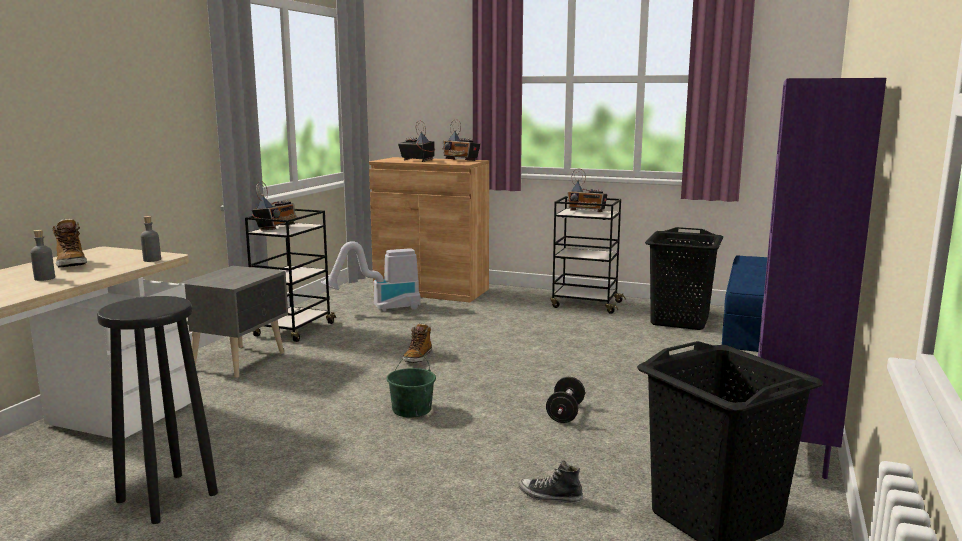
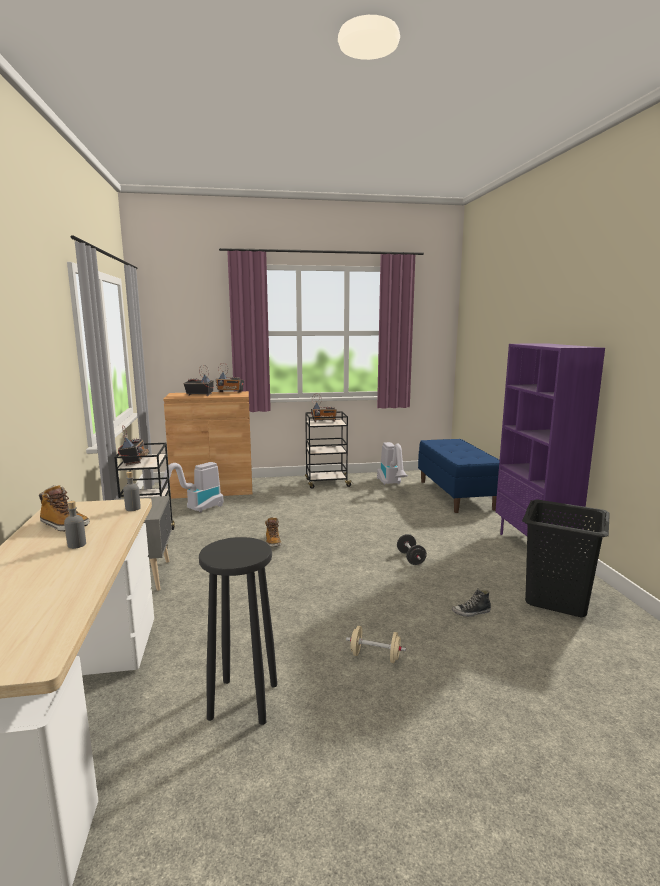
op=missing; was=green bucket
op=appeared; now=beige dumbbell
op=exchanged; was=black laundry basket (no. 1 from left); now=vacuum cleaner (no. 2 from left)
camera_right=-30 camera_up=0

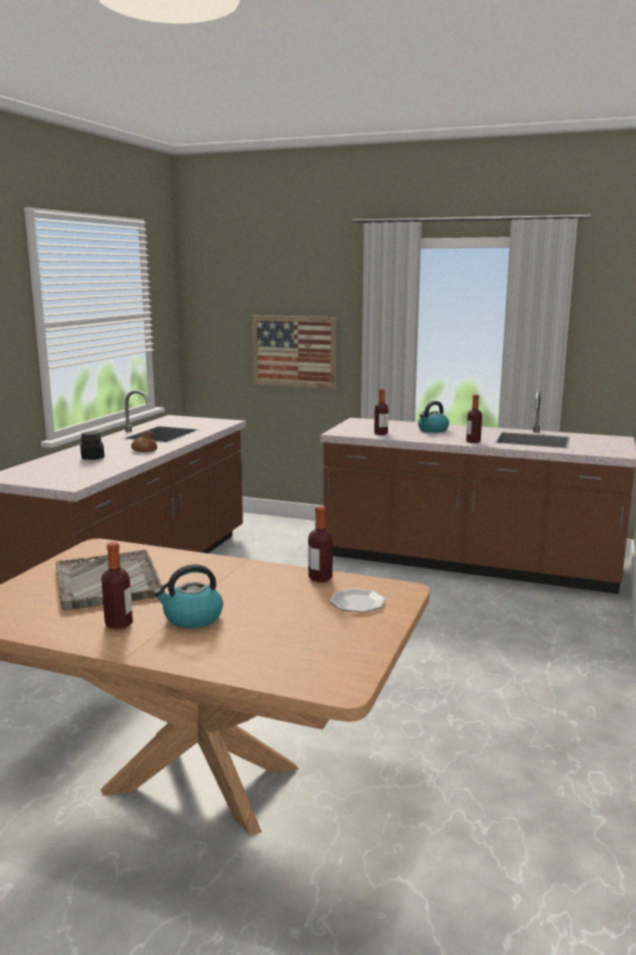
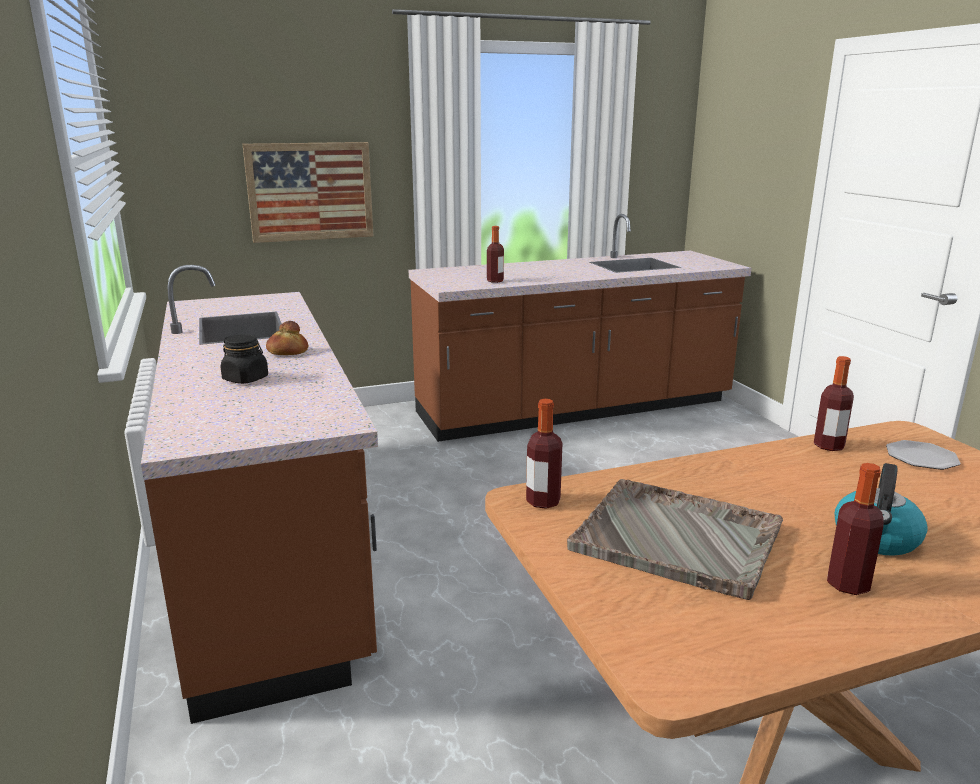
op=missing; was=kettle (no. 2 from left)
op=relocated; was=bottle (no. 4 from left in the first image); now=bottle (no. 2 from left)
camera_right=-40 camera_up=5

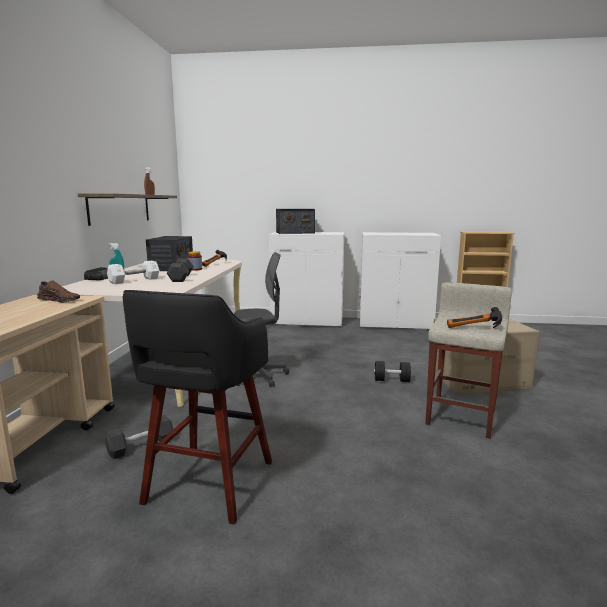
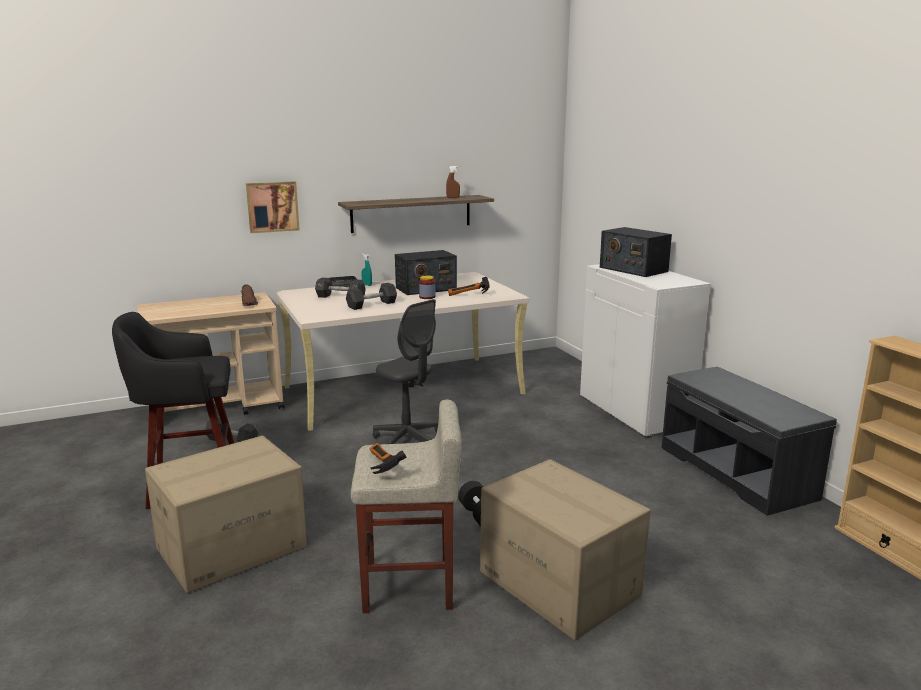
op=appeared; now=cardboard box (no. 1 from left)
op=appeared; now=picture
op=exchanged; was=white cabinet (no. 2 from left); now=grey bench
op=colour; was=white dumbbell; now=black dumbbell (no. 2 from left)
camera_right=60 camera_up=5

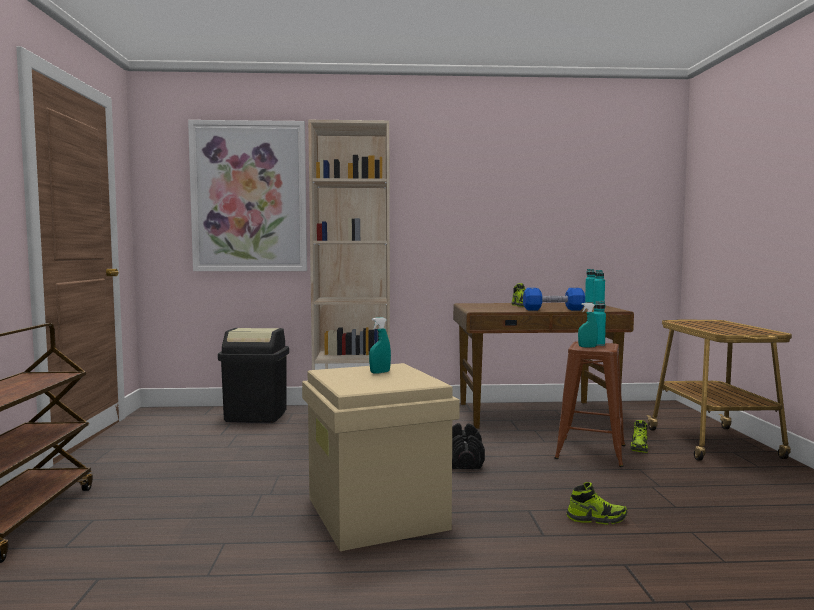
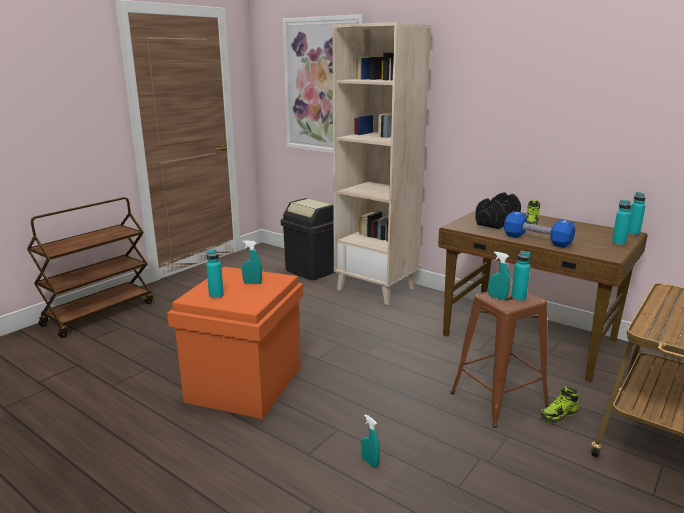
op=appeared; now=turquoise bottle (no. 1 from left)
op=relocated; was=black dumbbell
op=exchanged; was=shoe (no. 2 from left); now=turquoise spray bottle (no. 2 from left)
op=colour; was=beige storage box; now=orange storage box
camera_right=40 camera_up=15

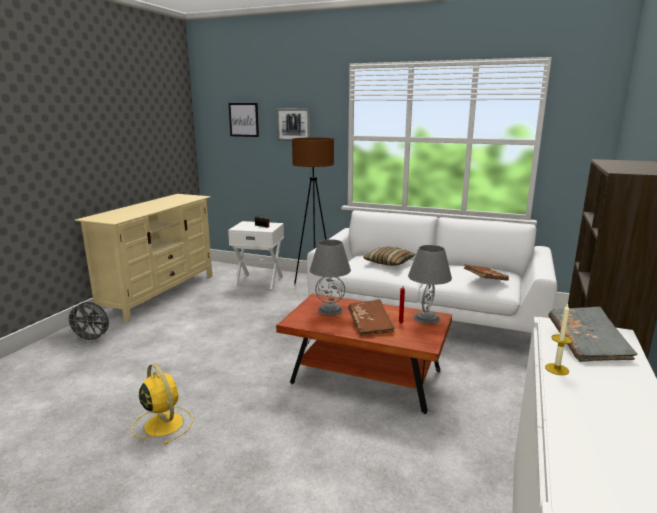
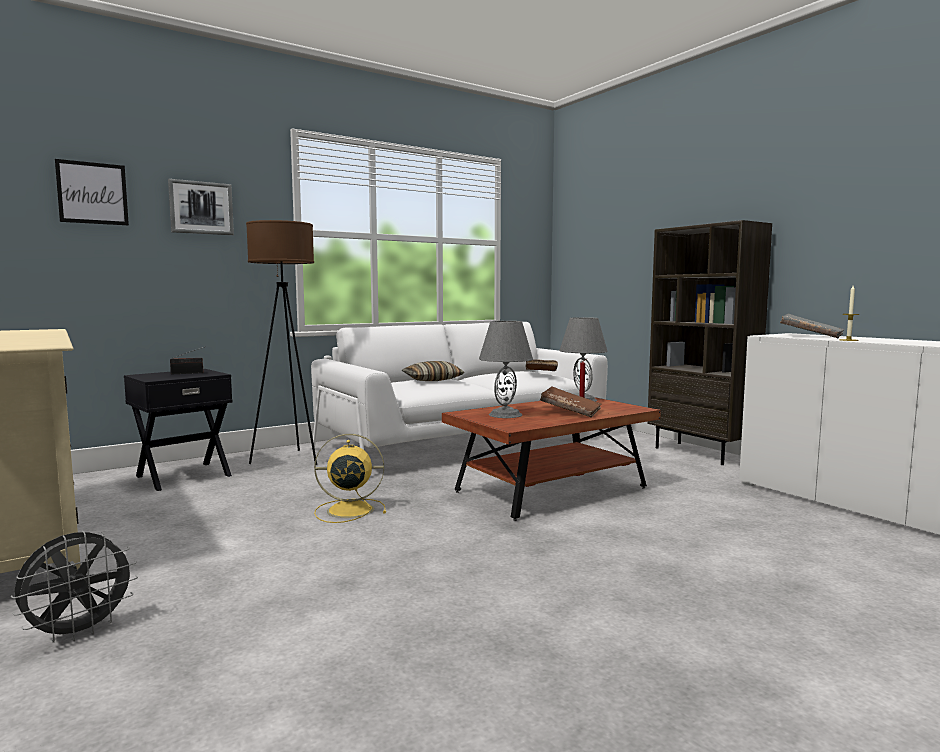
op=relocated; was=yellow fan
op=colour; was=white side table; now=black side table
camera_right=-55 camera_up=-10

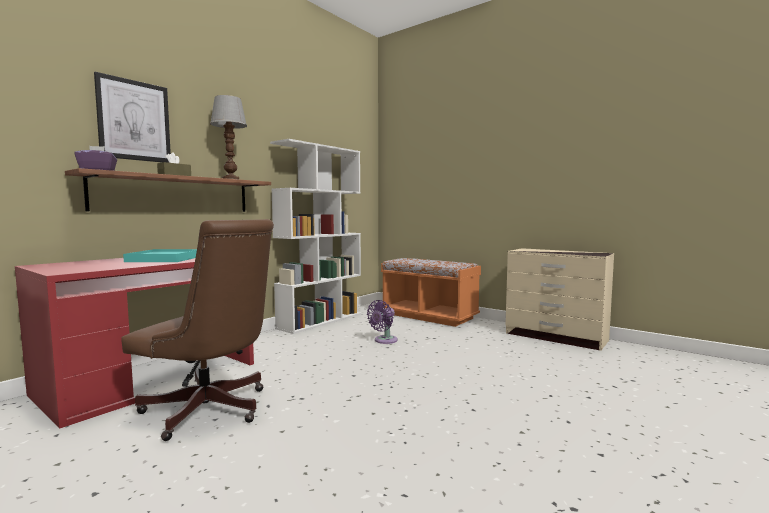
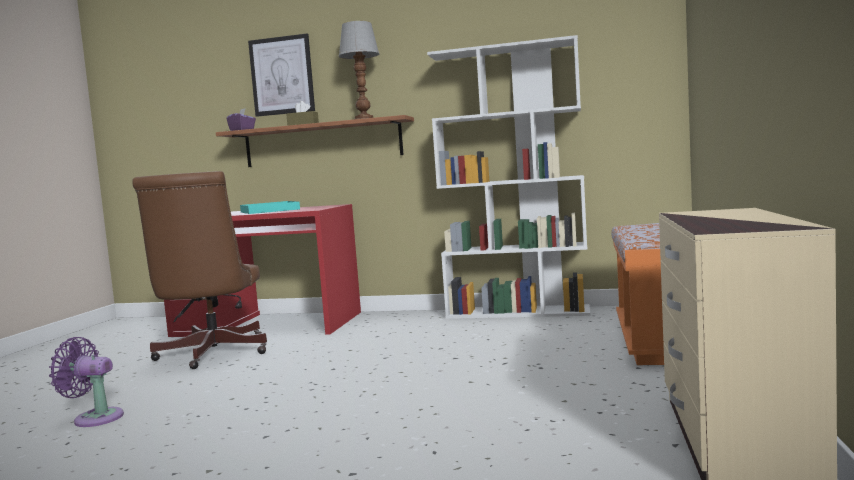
op=relocated; was=purple fan
camera_right=65 camera_up=0

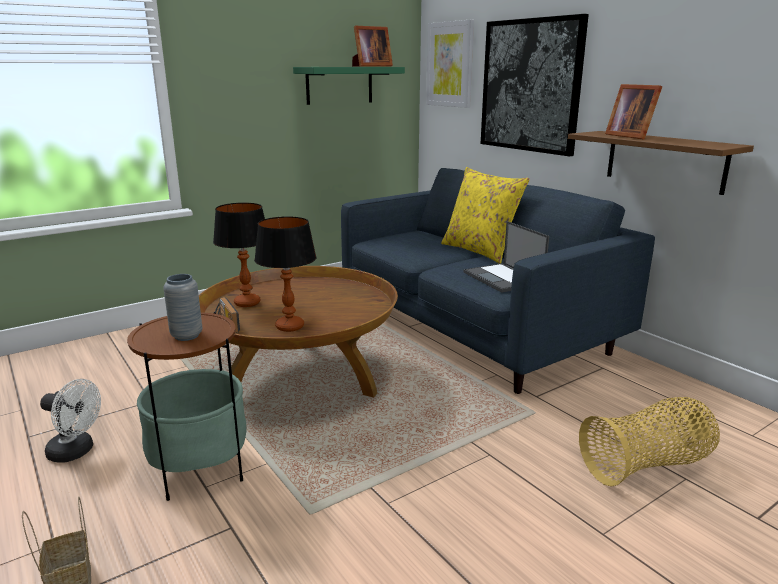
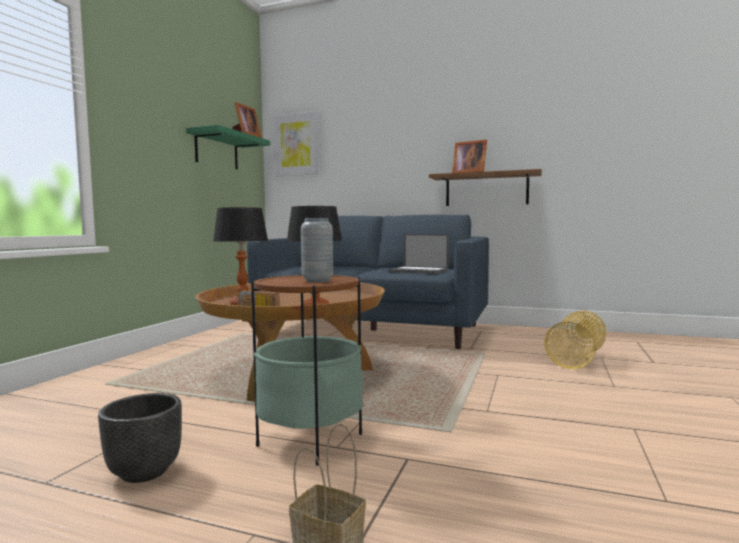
op=missing; was=yellow pillow
op=missing; was=picture (no. 2 from left)
op=exchanged; was=white fan; now=black planter
camera_right=-35 camera_up=-15

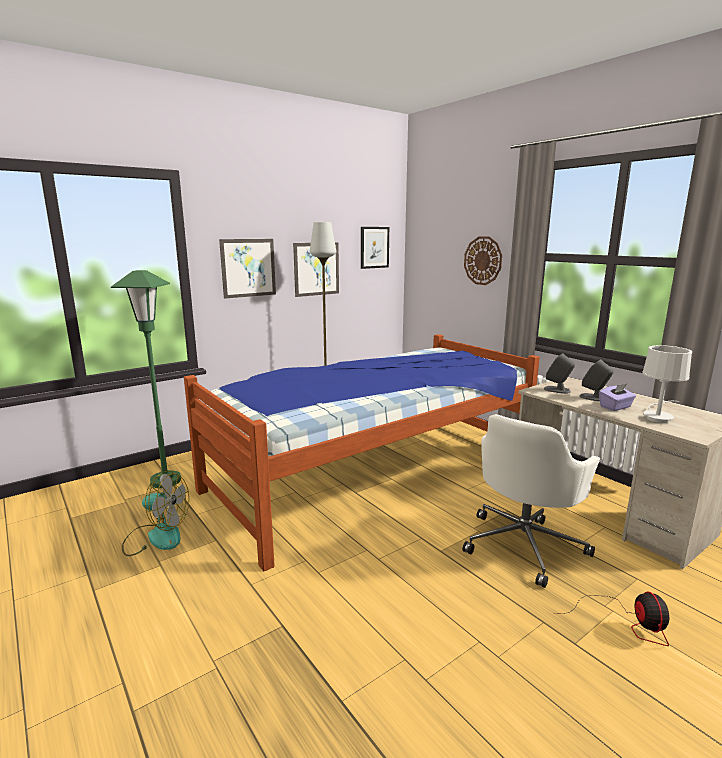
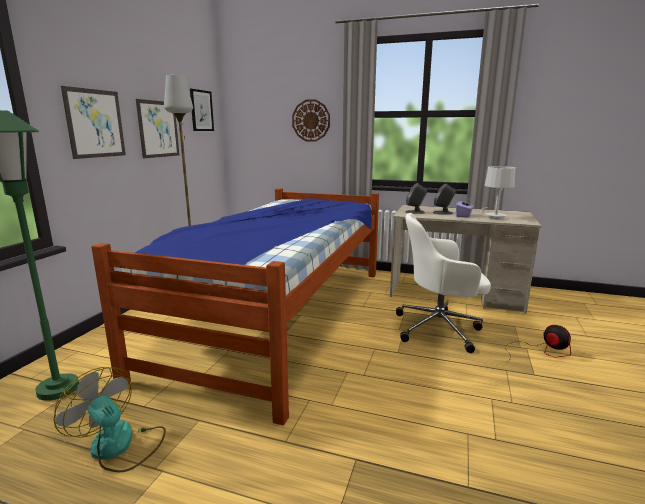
op=spun; was=fan (no. 1 from left); clockwise=-120
op=spun; was=white office chair; clockwise=90
camera_right=-35 camera_up=0

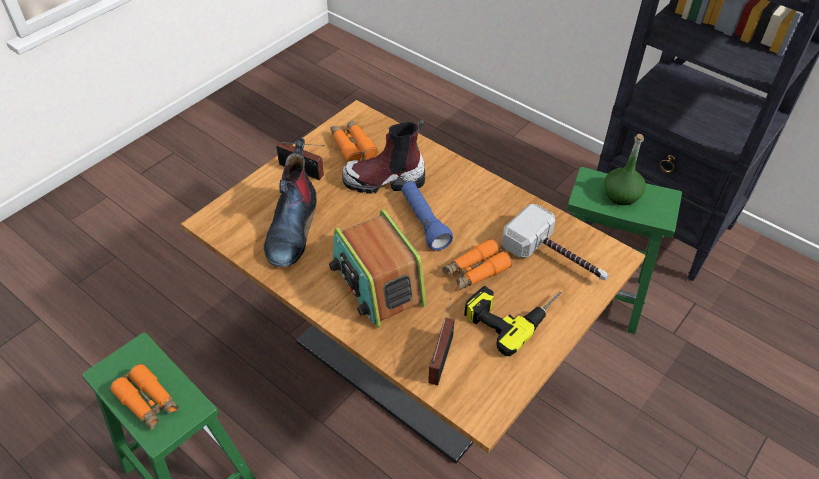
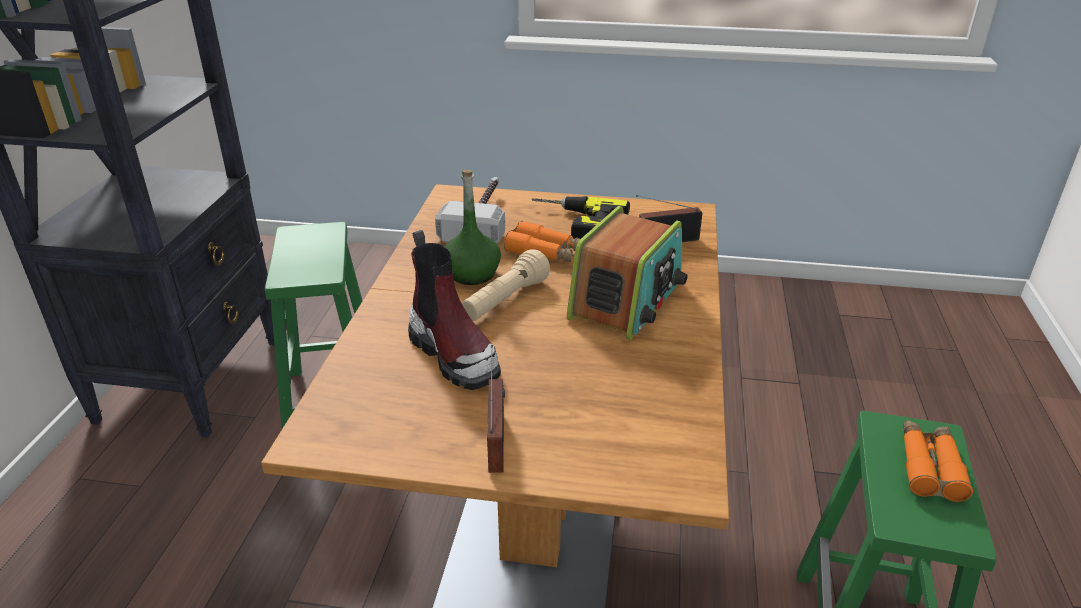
op=missing; was=boot (no. 1 from left)
op=missing; was=orange binoculars (no. 2 from left)
op=relocated; was=green bottle
op=colour; was=blue flashlight; now=beige flashlight
camera_right=-120 camera_up=-15

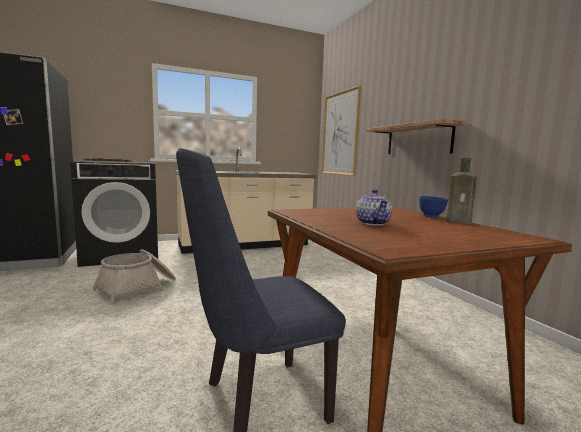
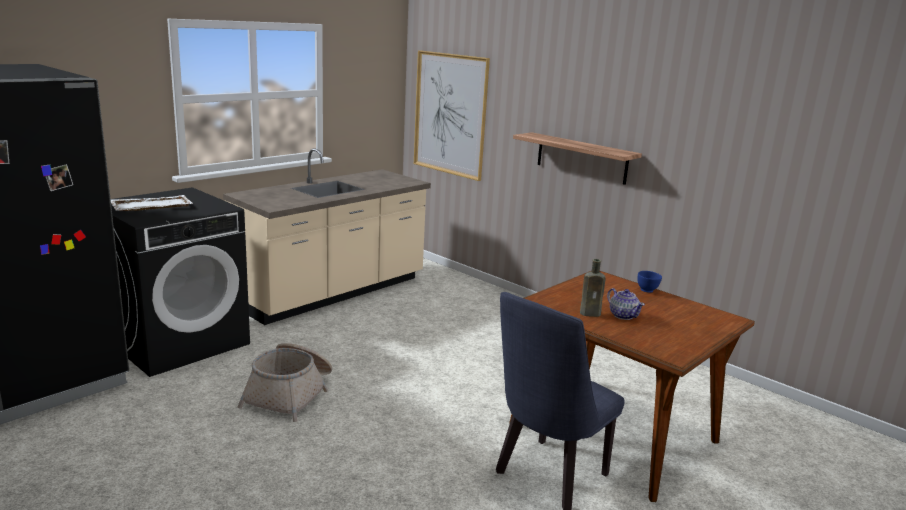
op=relocated; was=brown bottle
camera_right=-25 camera_up=10

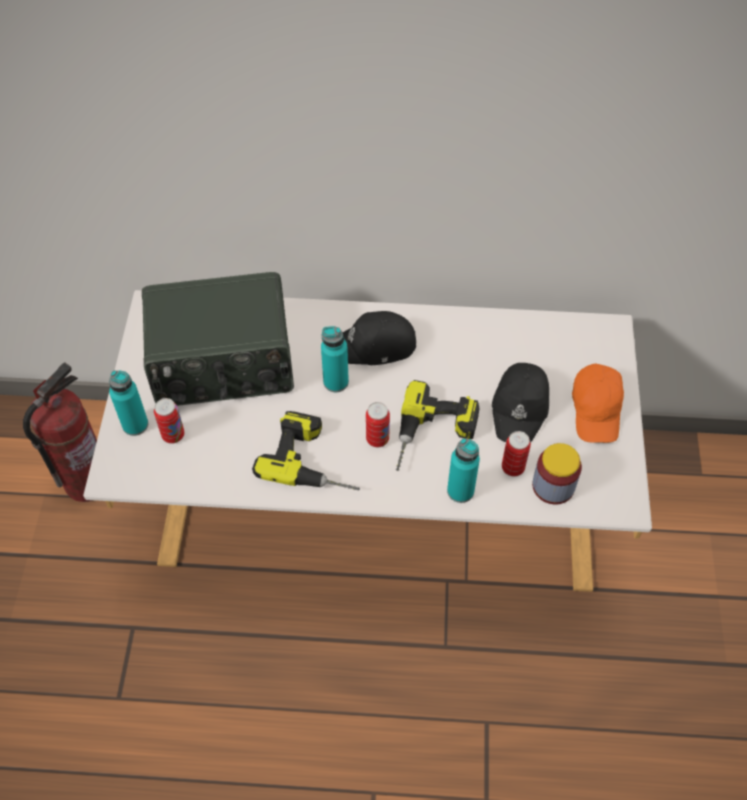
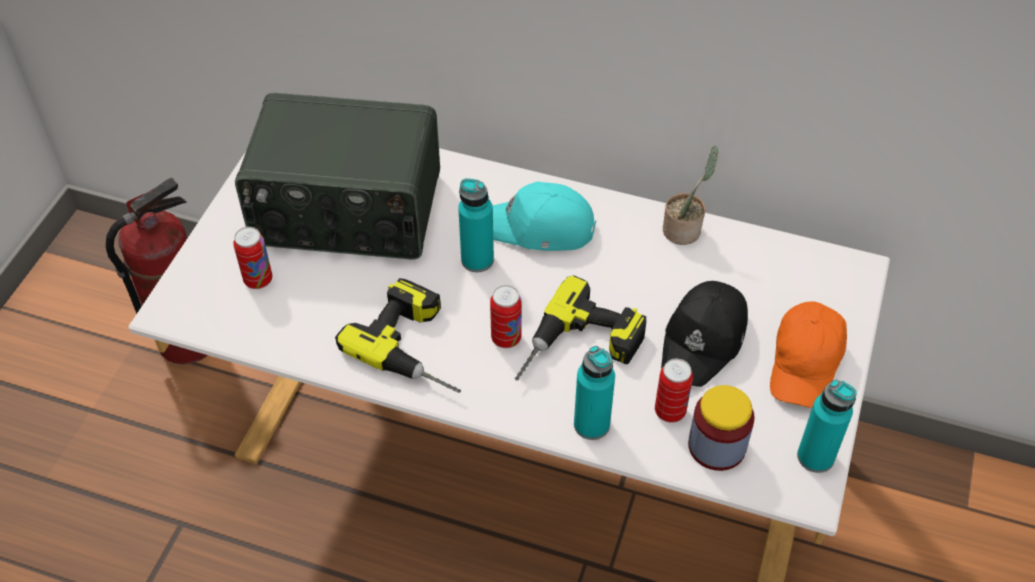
op=appeared; now=potted plant
op=relocated; was=turquoise bottle (no. 1 from left in the first image); now=turquoise bottle (no. 3 from left)
op=colour; was=black cap (no. 1 from left); now=turquoise cap
camera_right=15 camera_up=-5

